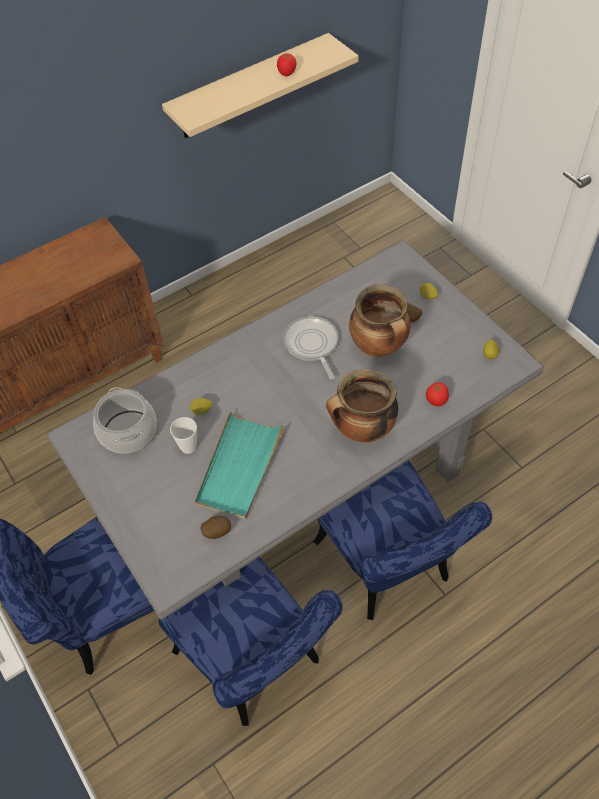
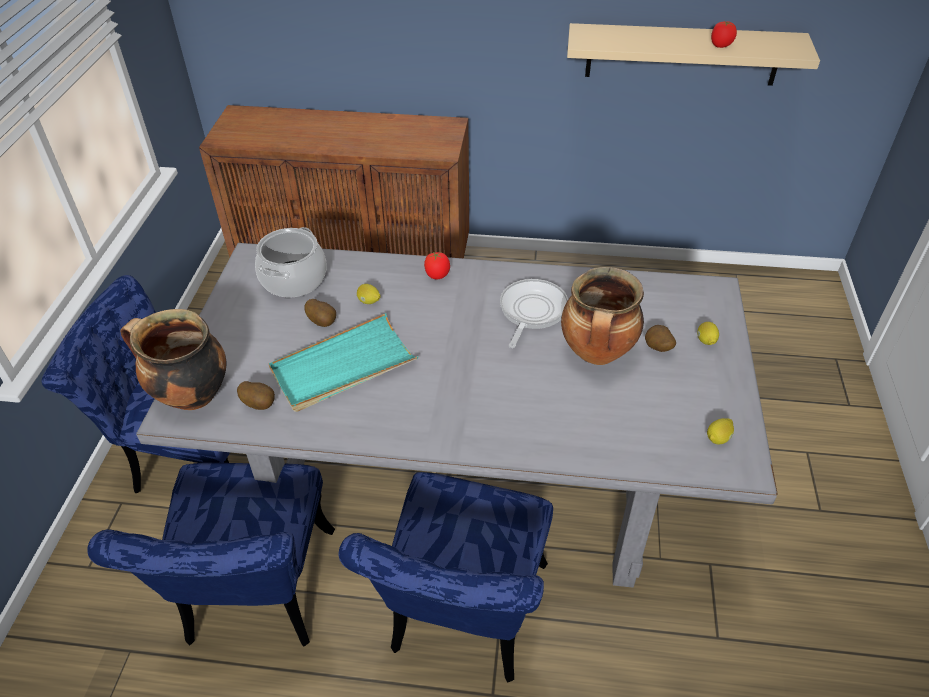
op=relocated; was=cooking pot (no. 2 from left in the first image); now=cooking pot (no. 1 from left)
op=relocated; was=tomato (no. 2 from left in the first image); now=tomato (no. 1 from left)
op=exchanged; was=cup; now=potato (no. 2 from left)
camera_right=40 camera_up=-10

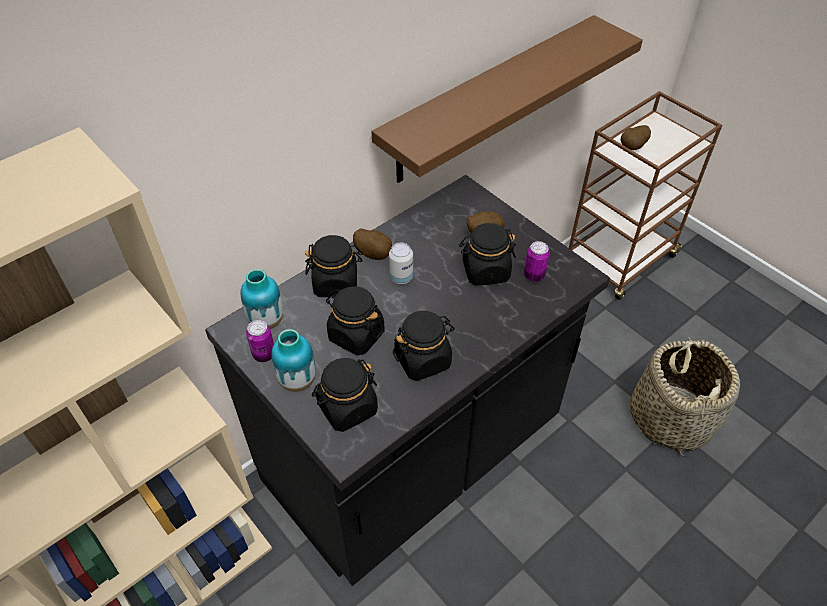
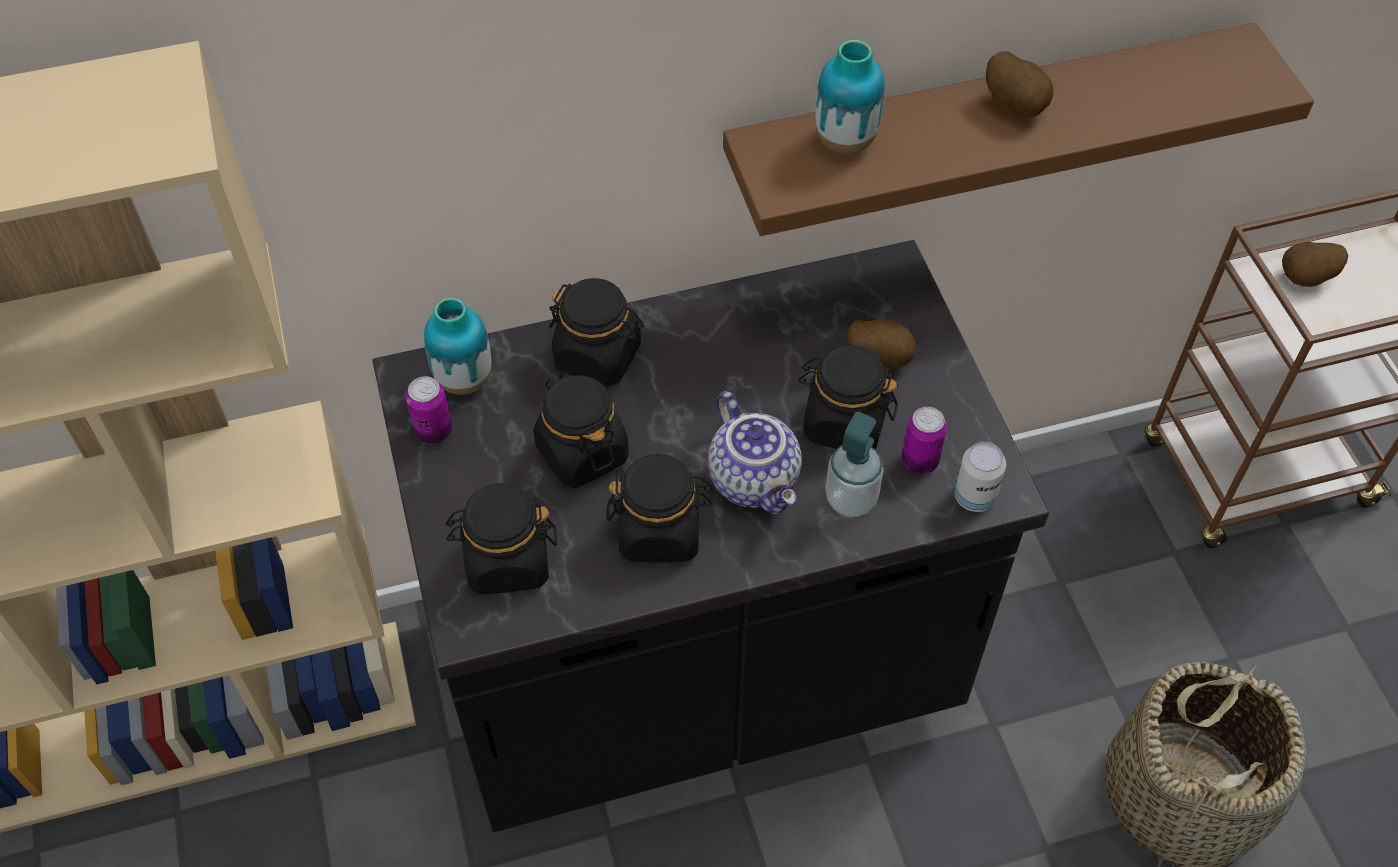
op=appeared; now=teapot
op=appeared; now=soap dispenser
op=relocated; was=vase (no. 2 from left)
op=relocated; was=potato (no. 1 from left in the first image); now=potato (no. 2 from left)
op=relocated; was=can (no. 2 from left in the first image); now=can (no. 3 from left)
camera_right=25 camera_up=5

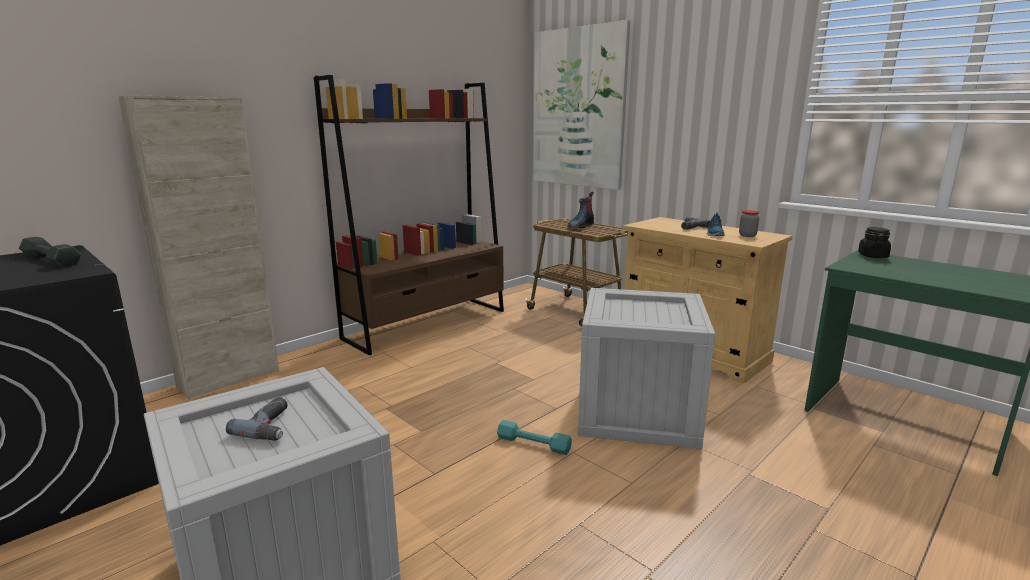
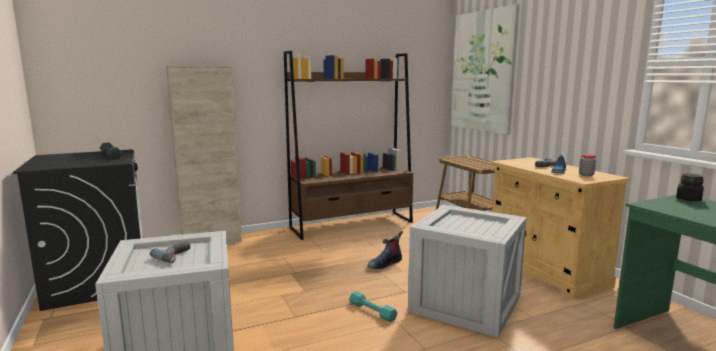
op=relocated; was=boot
camera_right=20 camera_up=-5

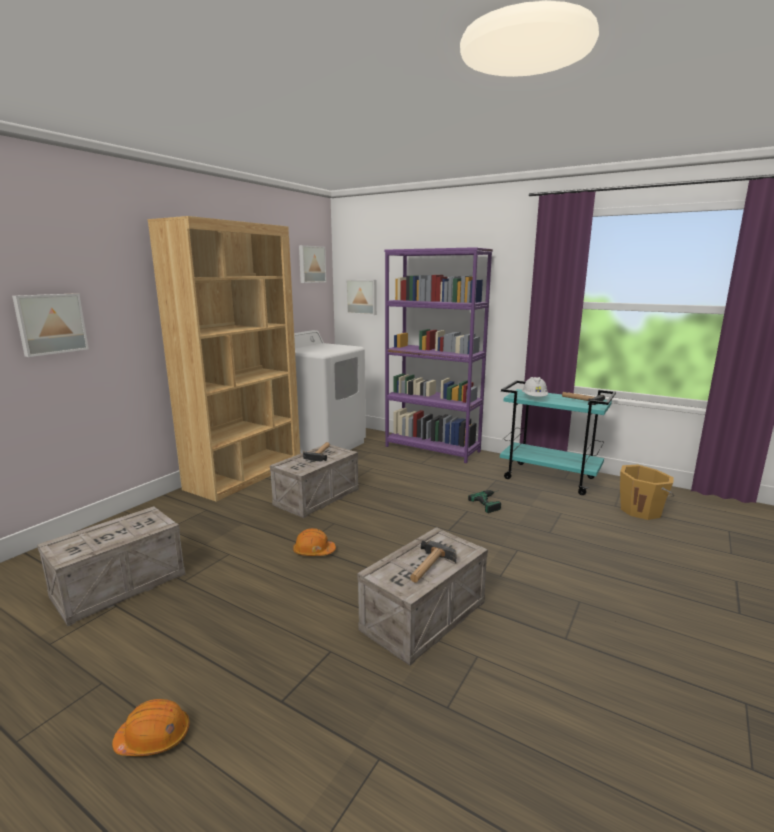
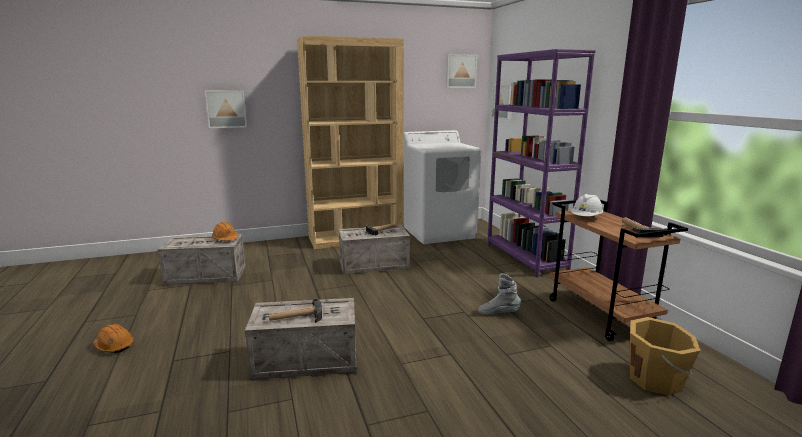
op=relocated; was=orange hard hat (no. 2 from left)
op=exchanged; was=power drill; now=grey boot
op=colour; was=turquoise cart; now=brown cart
camera_right=40 camera_up=0

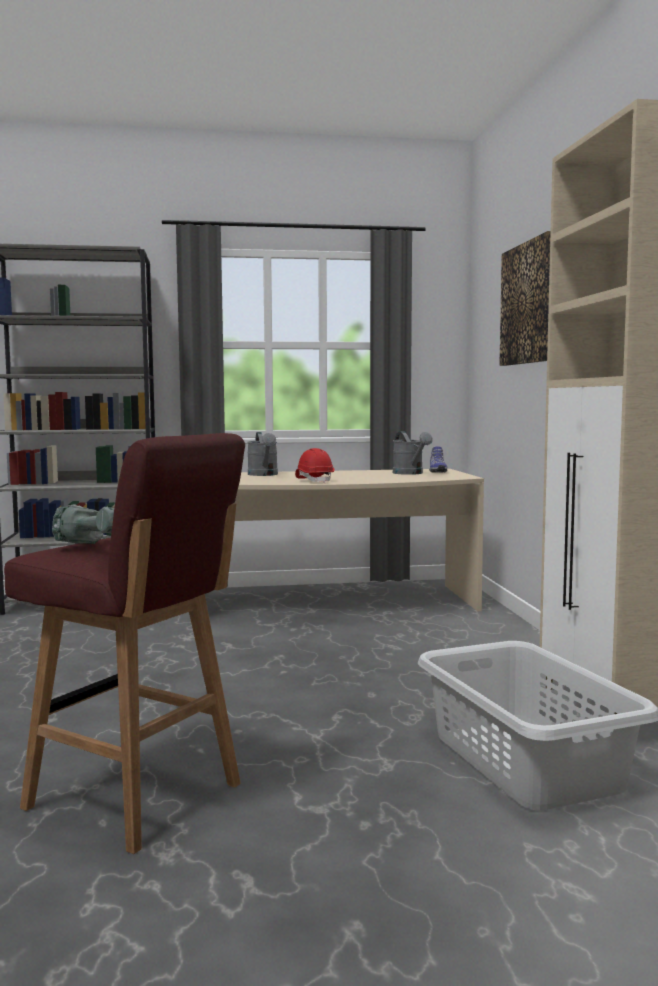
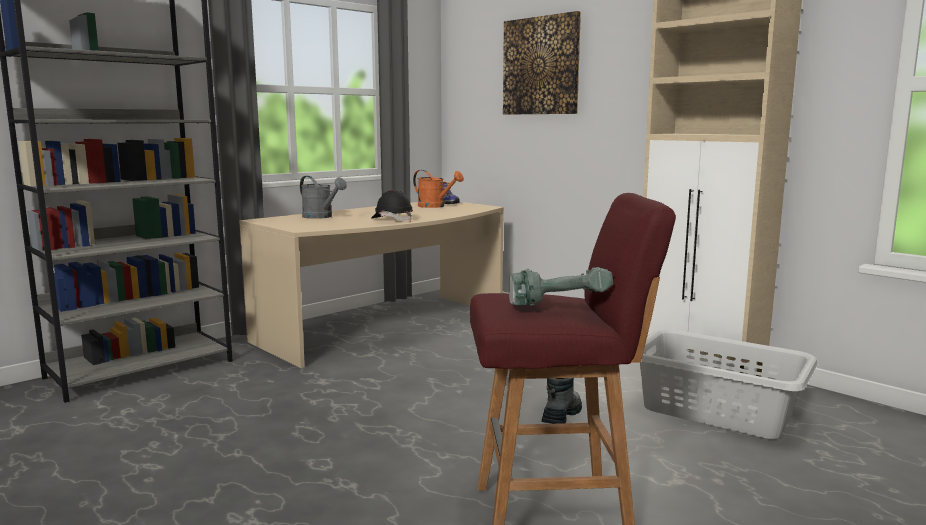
op=appeared; now=boot
op=colour; was=red hard hat; now=black hard hat
op=colour; was=grey watering can (no. 2 from left); now=orange watering can
camera_right=-35 camera_up=5

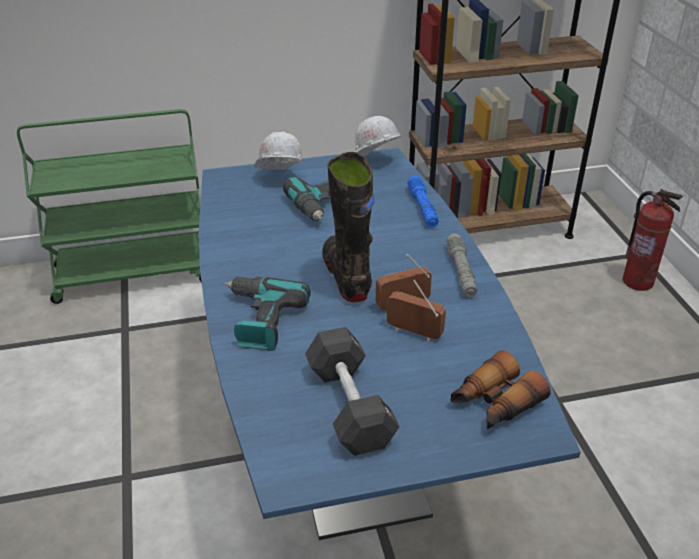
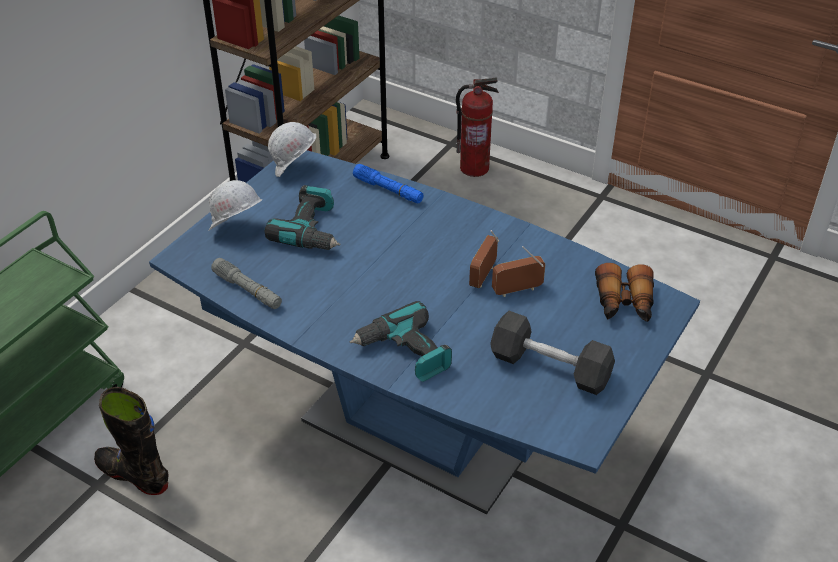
op=relocated; was=black boot
op=relocated; was=grey flashlight
camera_right=-45 camera_up=5

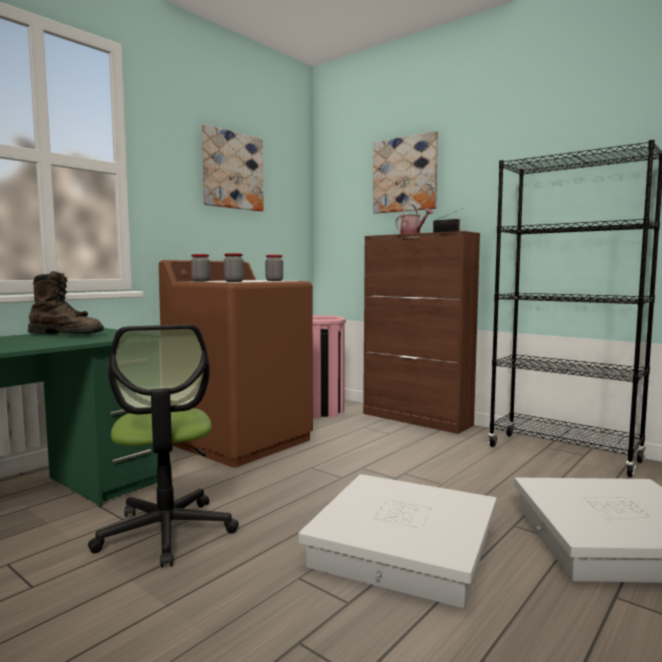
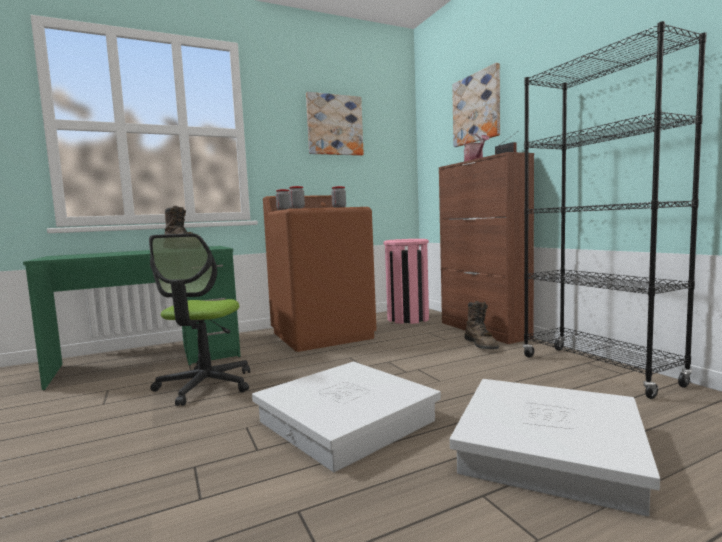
op=appeared; now=brown boot (no. 2 from left)
camera_right=25 camera_up=0

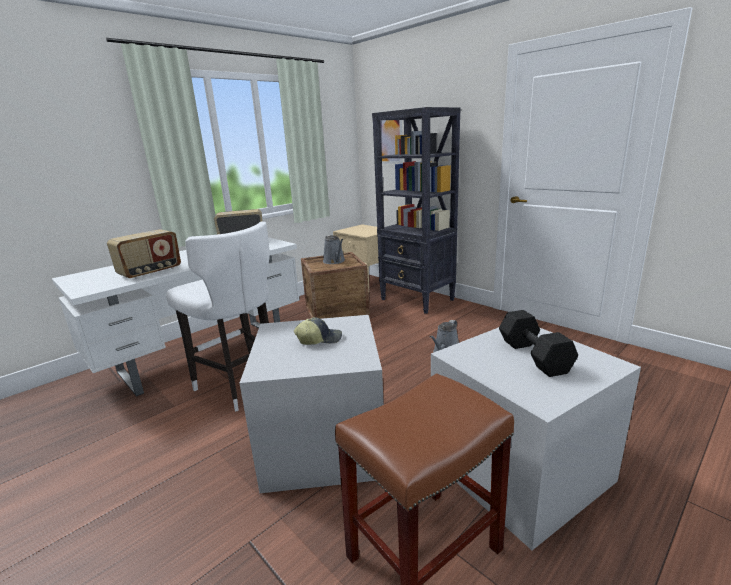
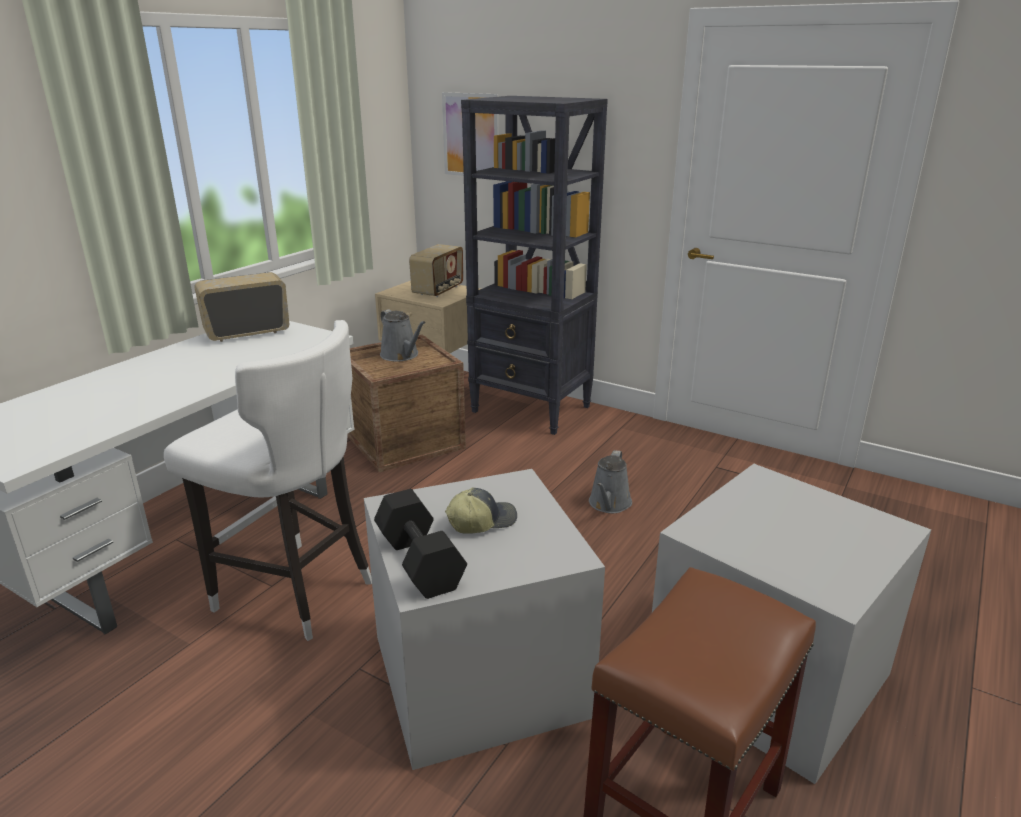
op=relocated; was=radio (no. 1 from left in the first image); now=radio (no. 2 from left)
op=relocated; was=black dumbbell
camera_right=-15 camera_up=5

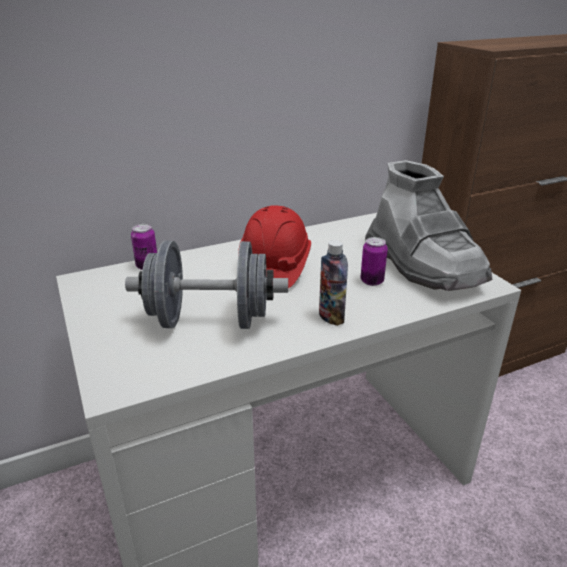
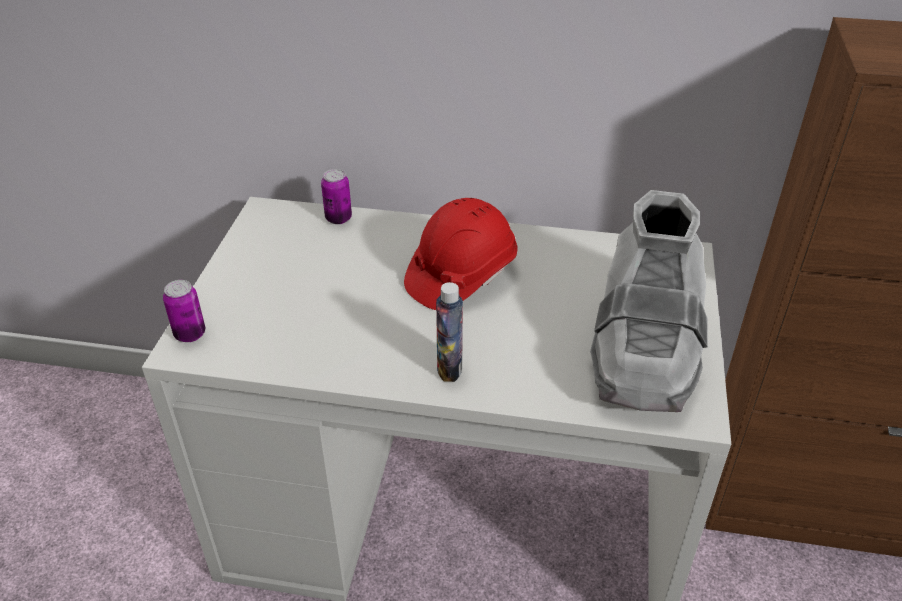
op=missing; was=grey dumbbell
op=relocated; was=can (no. 2 from left in the first image); now=can (no. 1 from left)
camera_right=35 camera_up=10

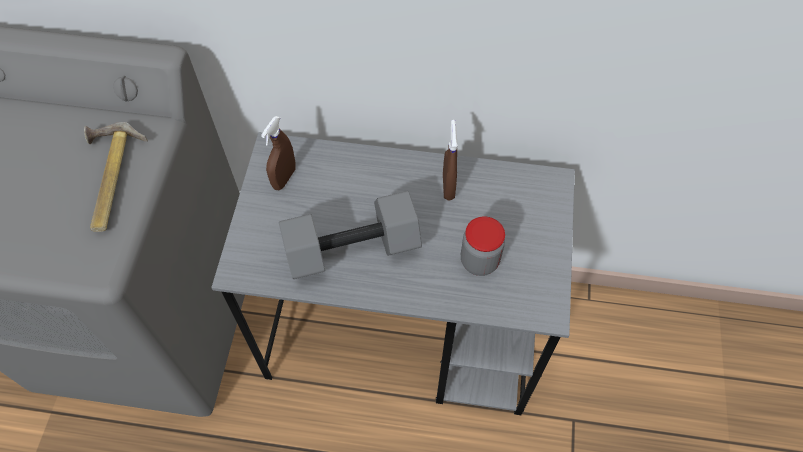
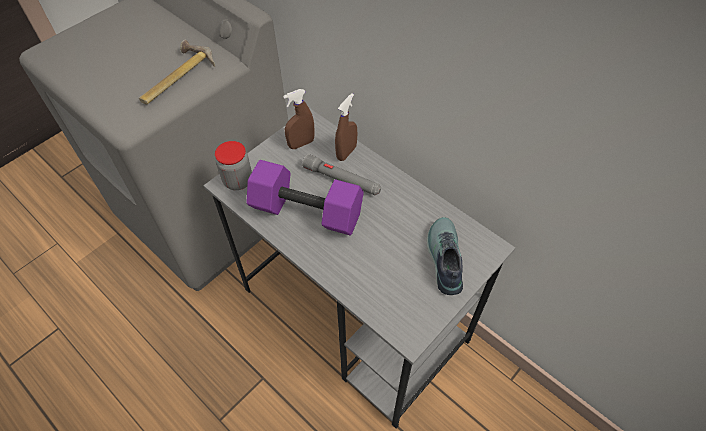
op=appeared; now=grey flashlight
op=appeared; now=shoe
op=relocated; was=brown spray bottle (no. 2 from left)
op=relocated; was=jar
op=colour; was=grey dumbbell; now=purple dumbbell
camera_right=35 camera_up=-5

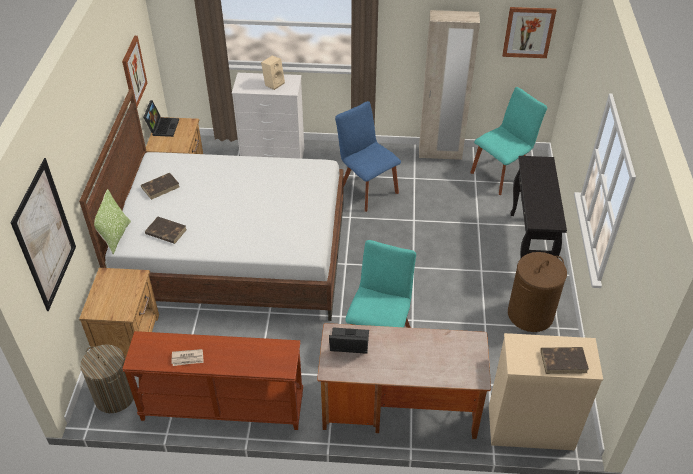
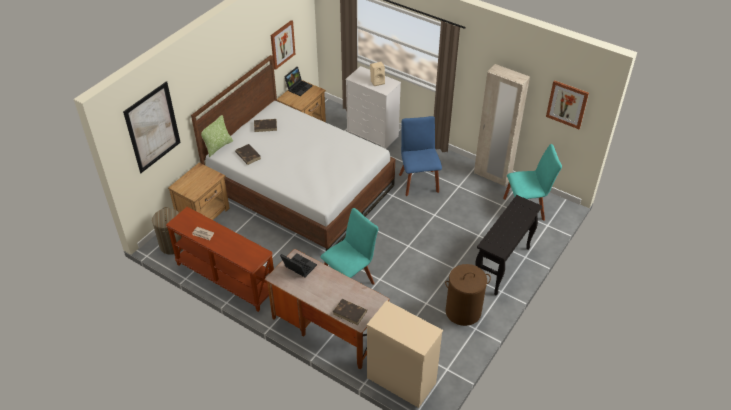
op=relocated; was=brown book (no. 3 from left)
camera_right=30 camera_up=0

